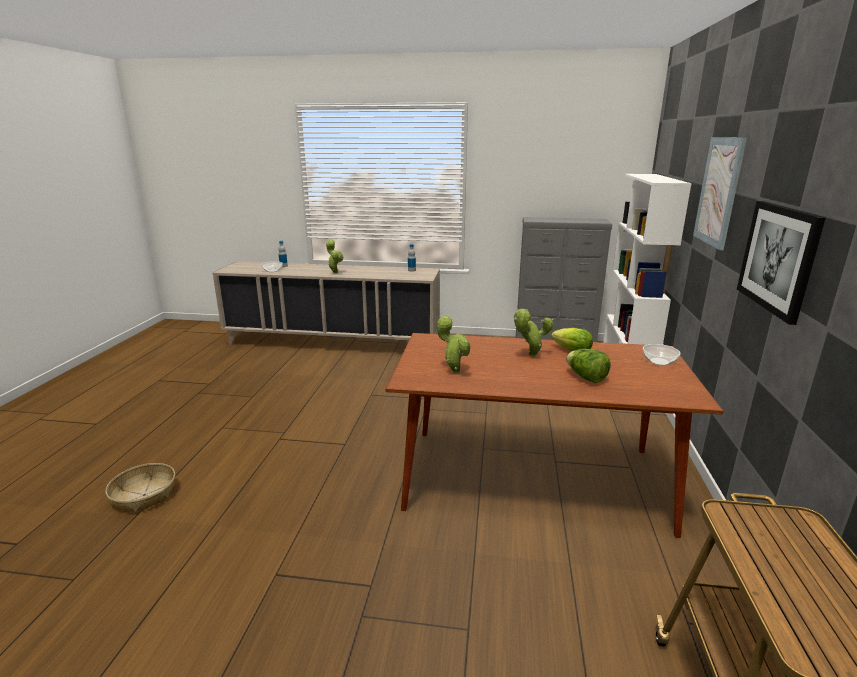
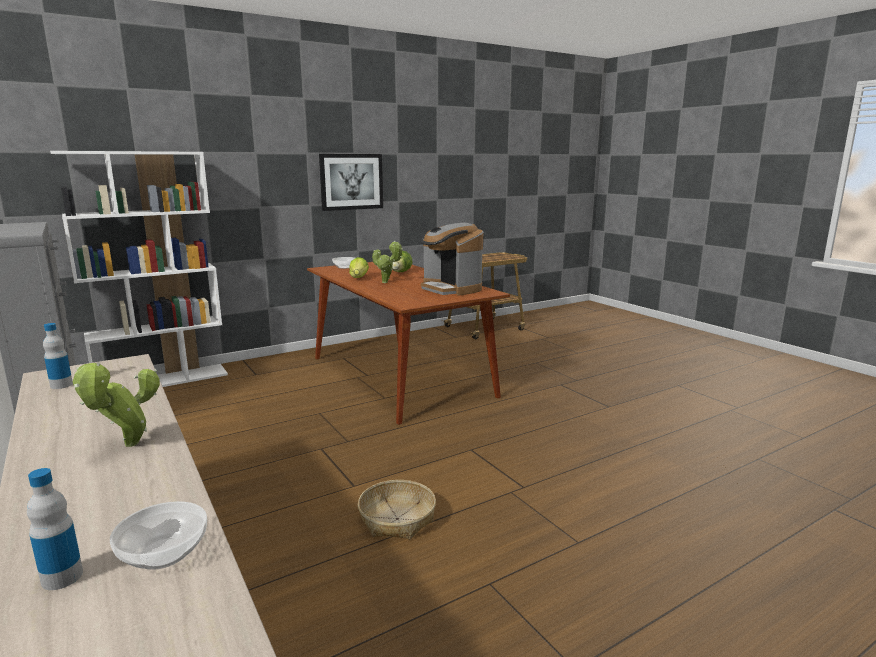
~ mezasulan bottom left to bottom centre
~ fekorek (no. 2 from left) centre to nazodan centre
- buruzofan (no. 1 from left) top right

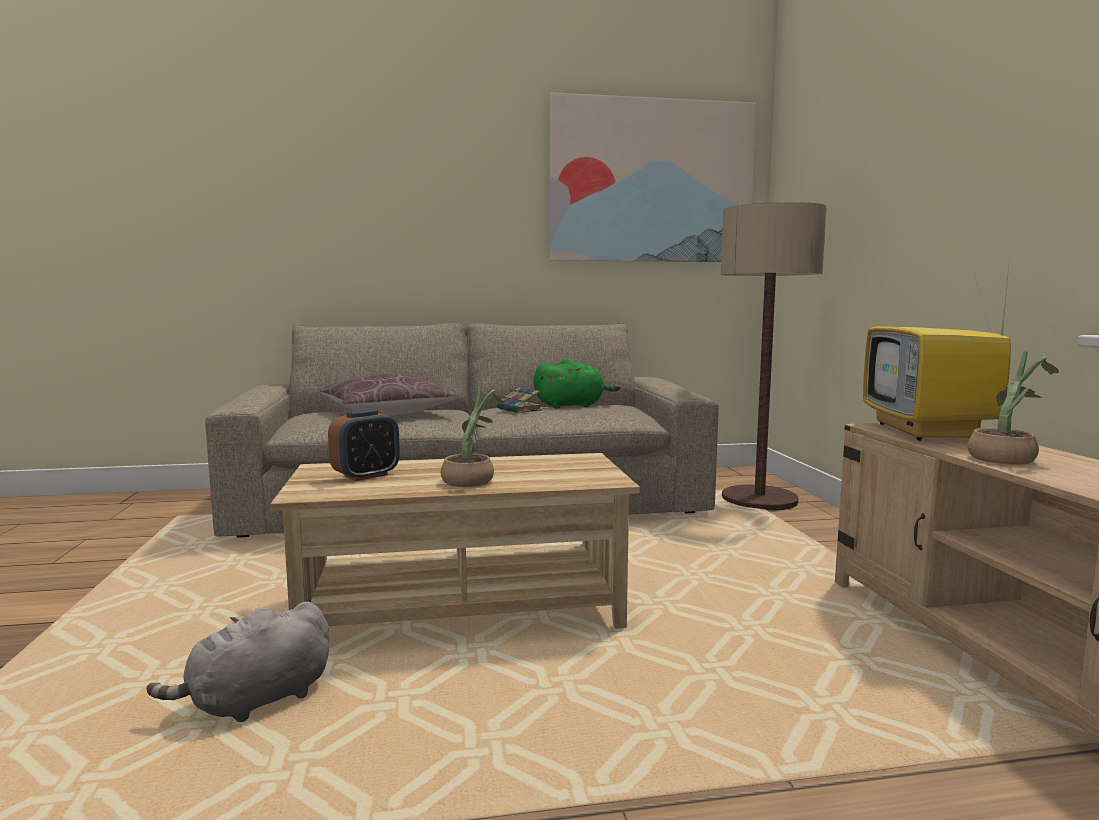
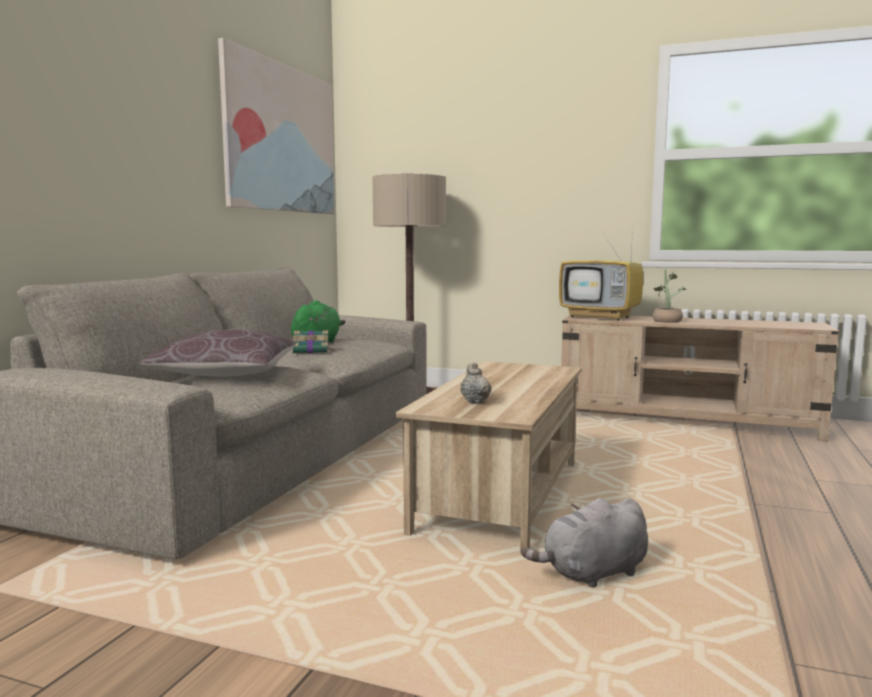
~ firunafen middle left to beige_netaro centre
~ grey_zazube bottom left = bottom right 75 degrees clockwise
- fekorek (no. 1 from left) centre

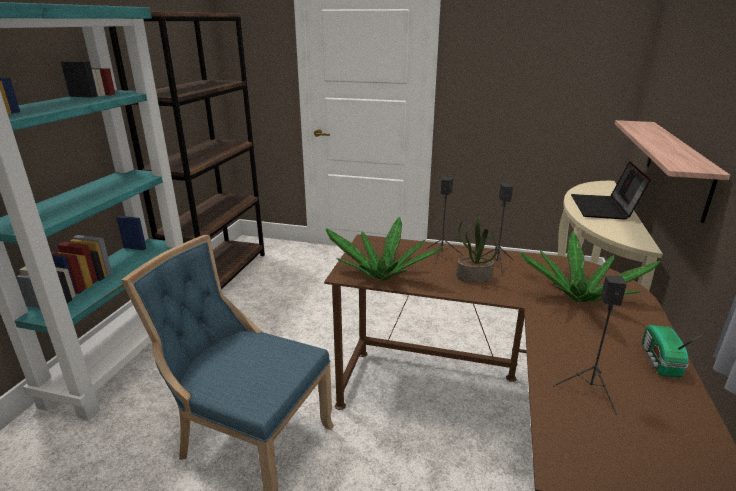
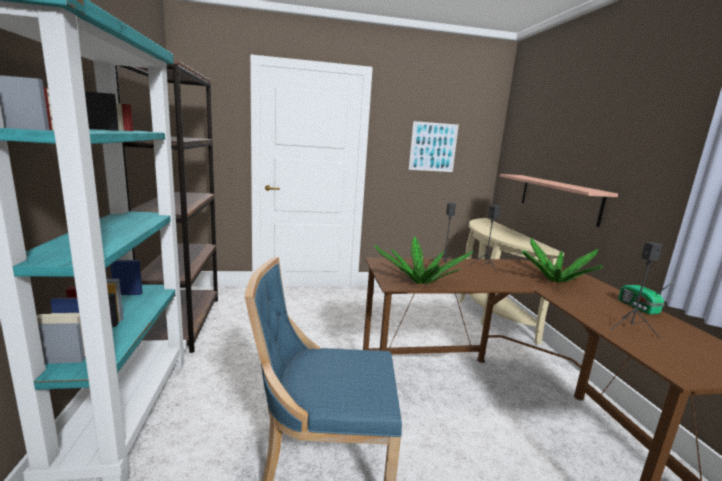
+ buruzofan top centre
- fekorek (no. 2 from left) centre
- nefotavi middle right

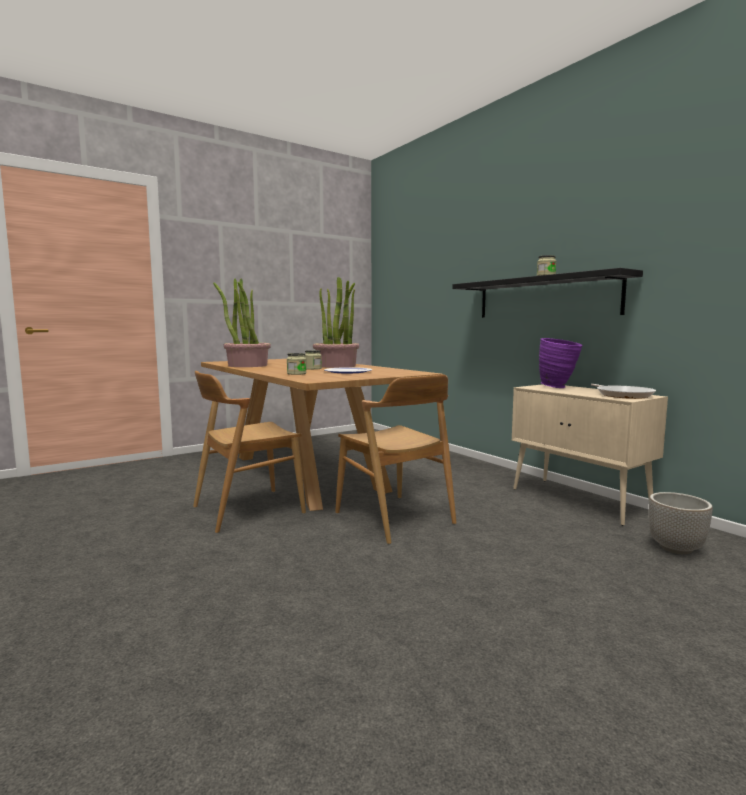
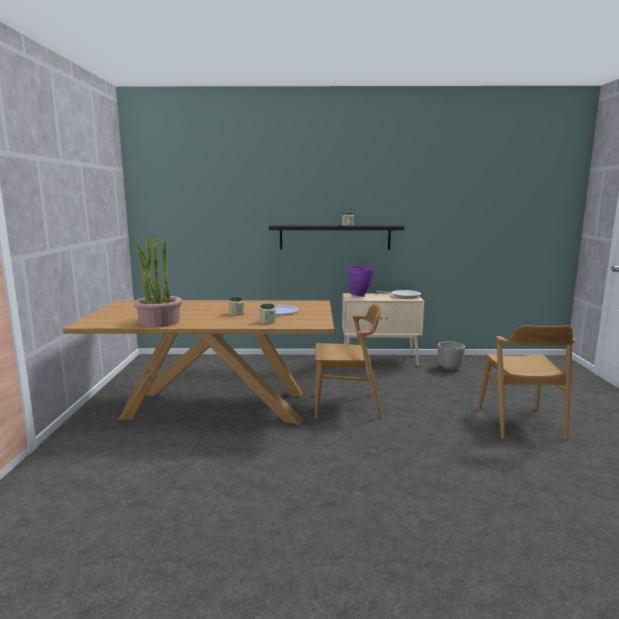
~ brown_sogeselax (no. 1 from left in the first image) centre to brown_sogeselax (no. 2 from left) middle right
- fekorek (no. 2 from left) centre

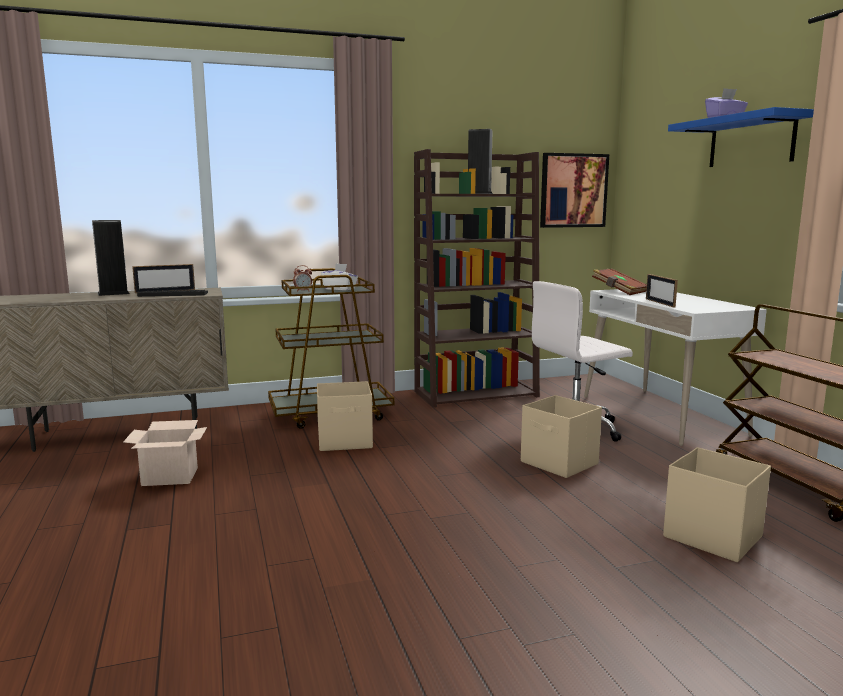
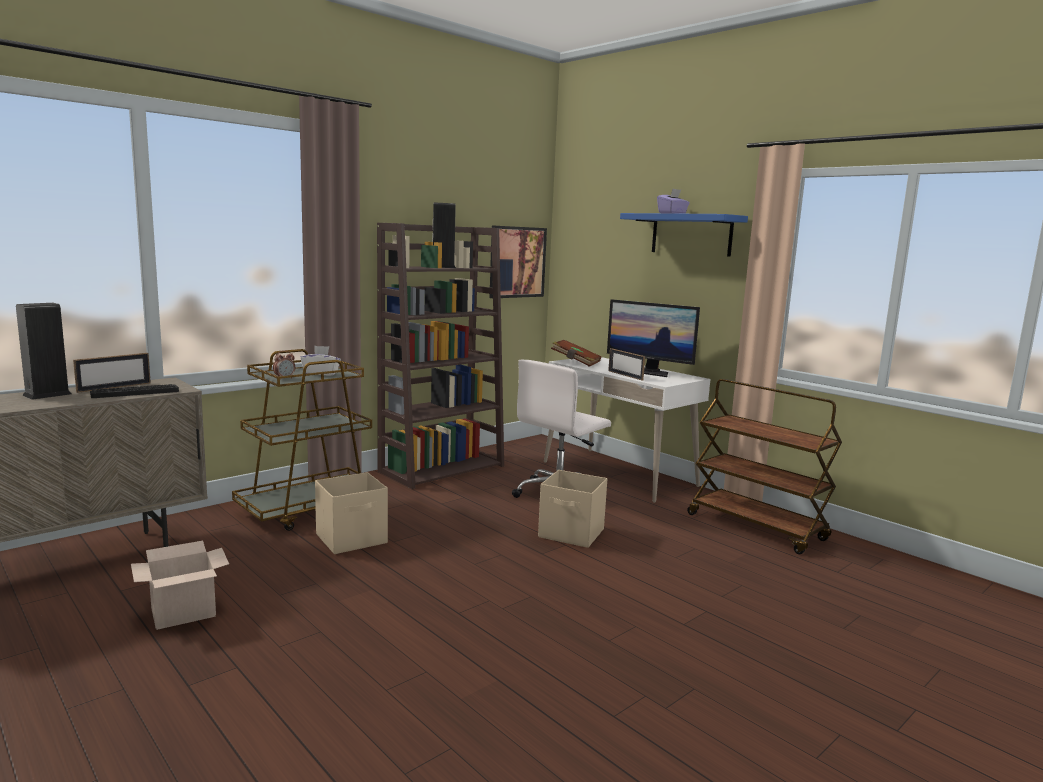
+ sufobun centre
- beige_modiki (no. 3 from left) bottom right

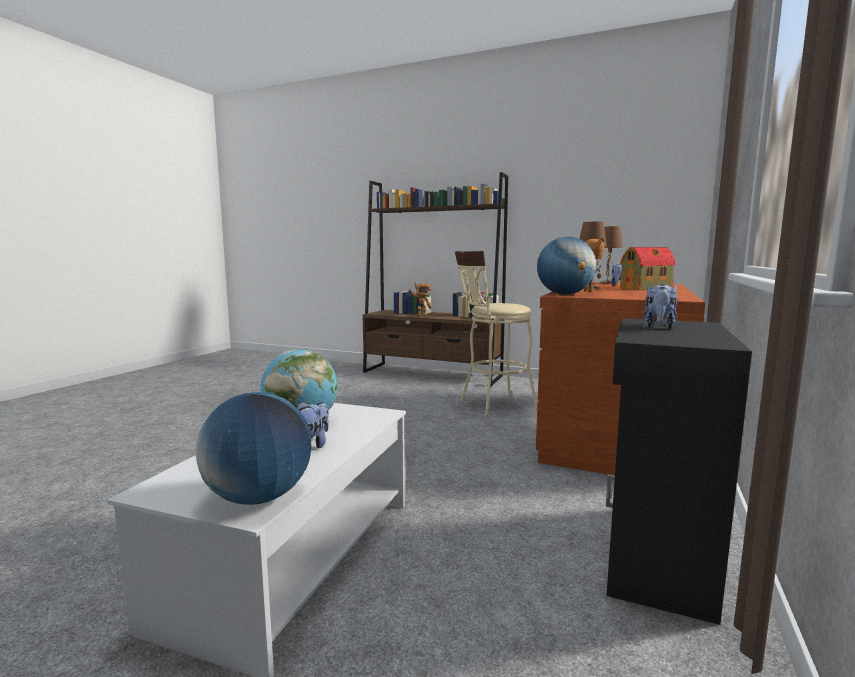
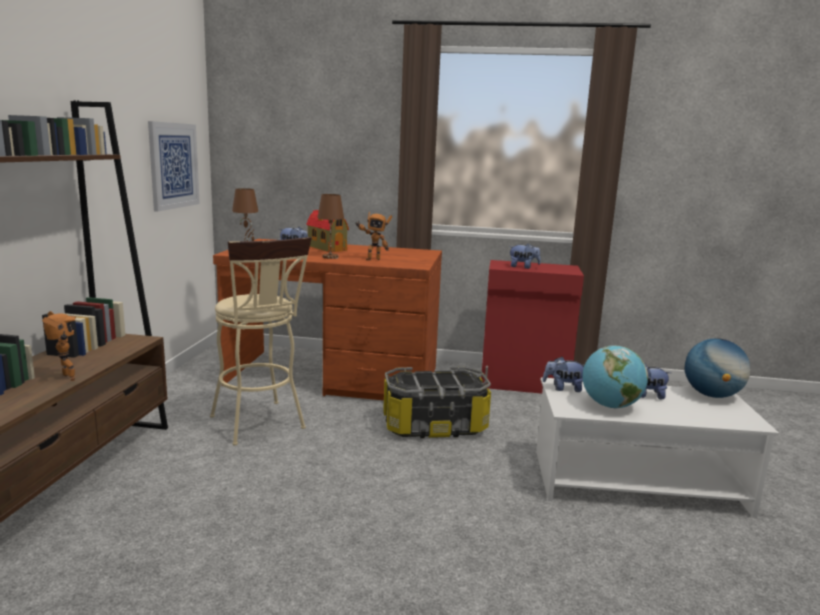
+ buruzofan top left
+ modiki centre
~ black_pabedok bottom right to red_pabedok centre
+ zazube (no. 3 from left) middle right
- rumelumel (no. 3 from left) centre

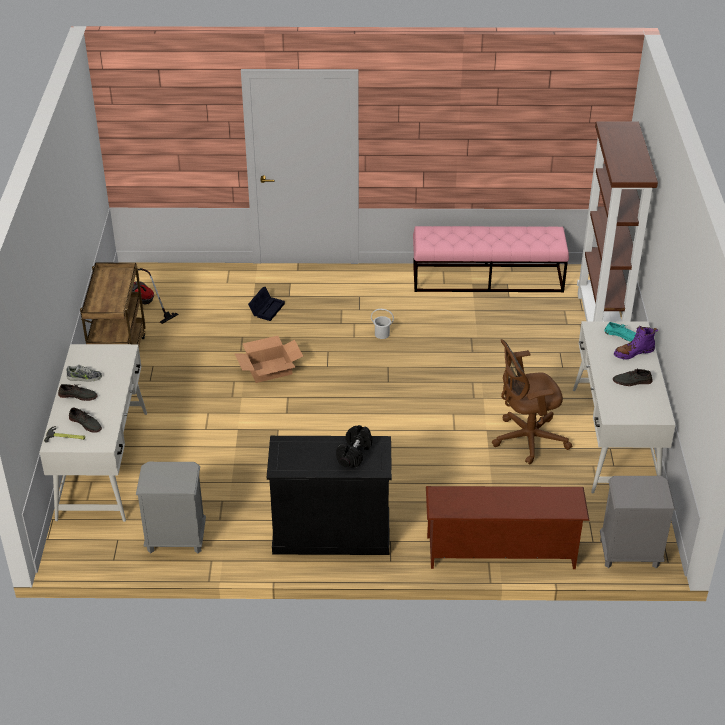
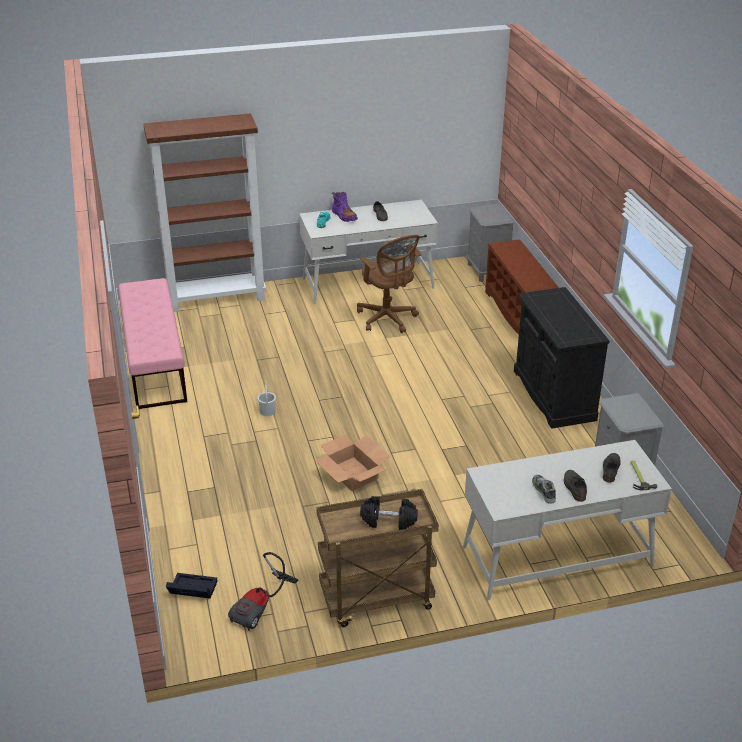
~ black_modiki centre to bottom left
~ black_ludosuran centre to bottom centre

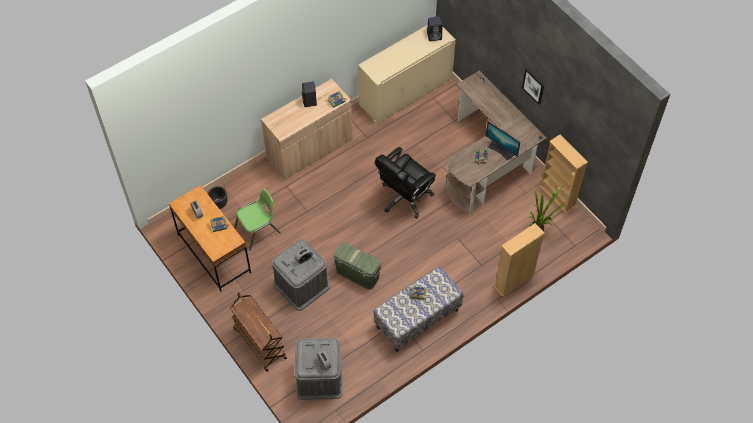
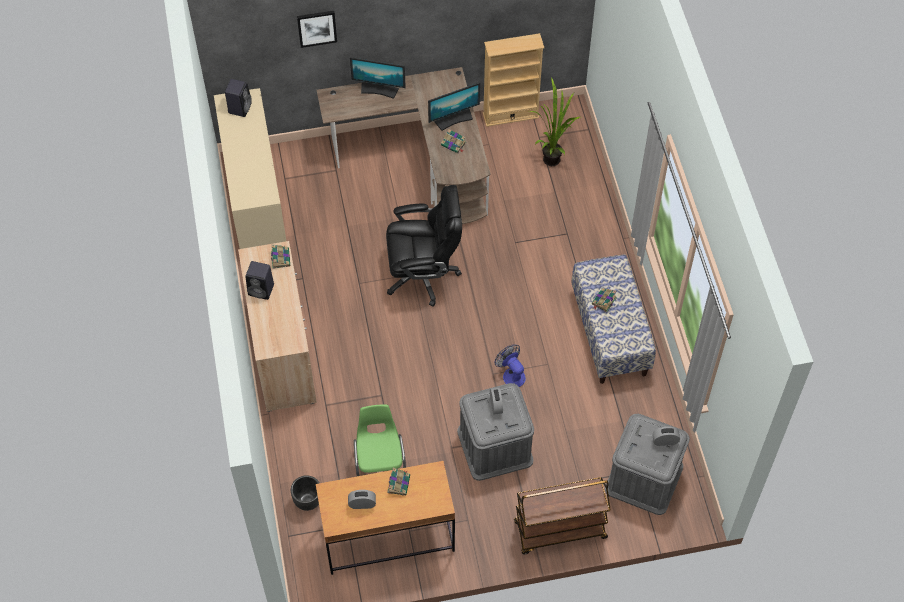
~ buruzofan top right to top centre
+ sufobun (no. 1 from left) top centre
~ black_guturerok centre = centre 75 degrees counterclockwise
~ green_modiki centre to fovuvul centre
- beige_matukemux (no. 1 from left) middle right

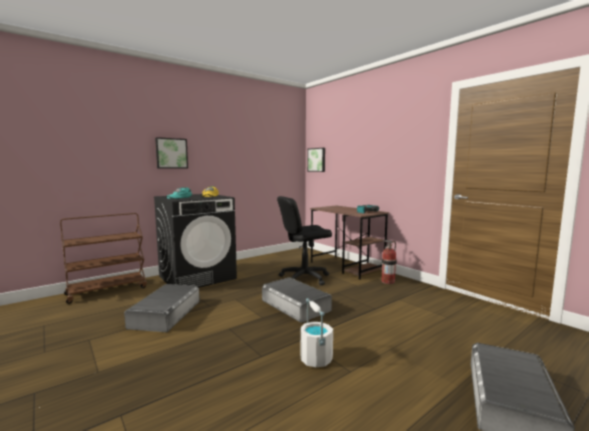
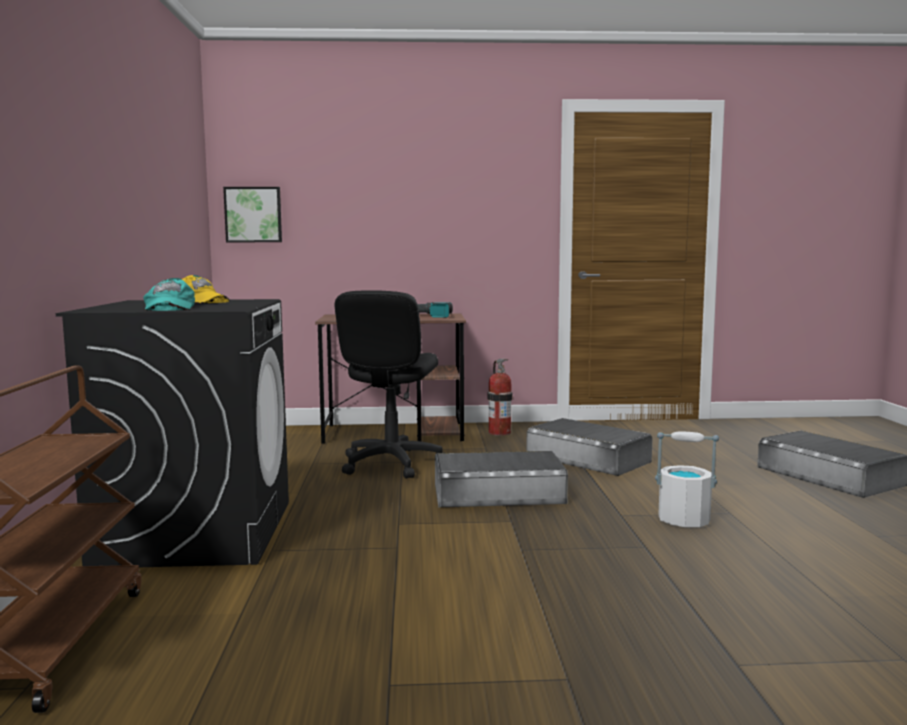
~ grey_modiki (no. 1 from left in the first image) bottom left to grey_modiki (no. 2 from left) centre
- buruzofan (no. 1 from left) middle left

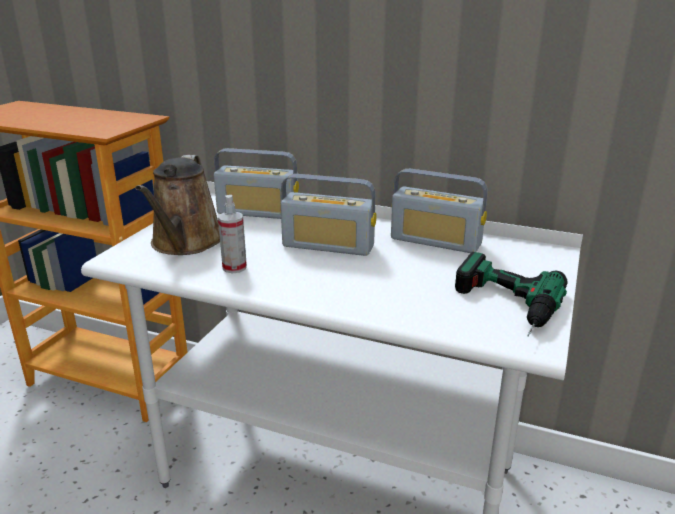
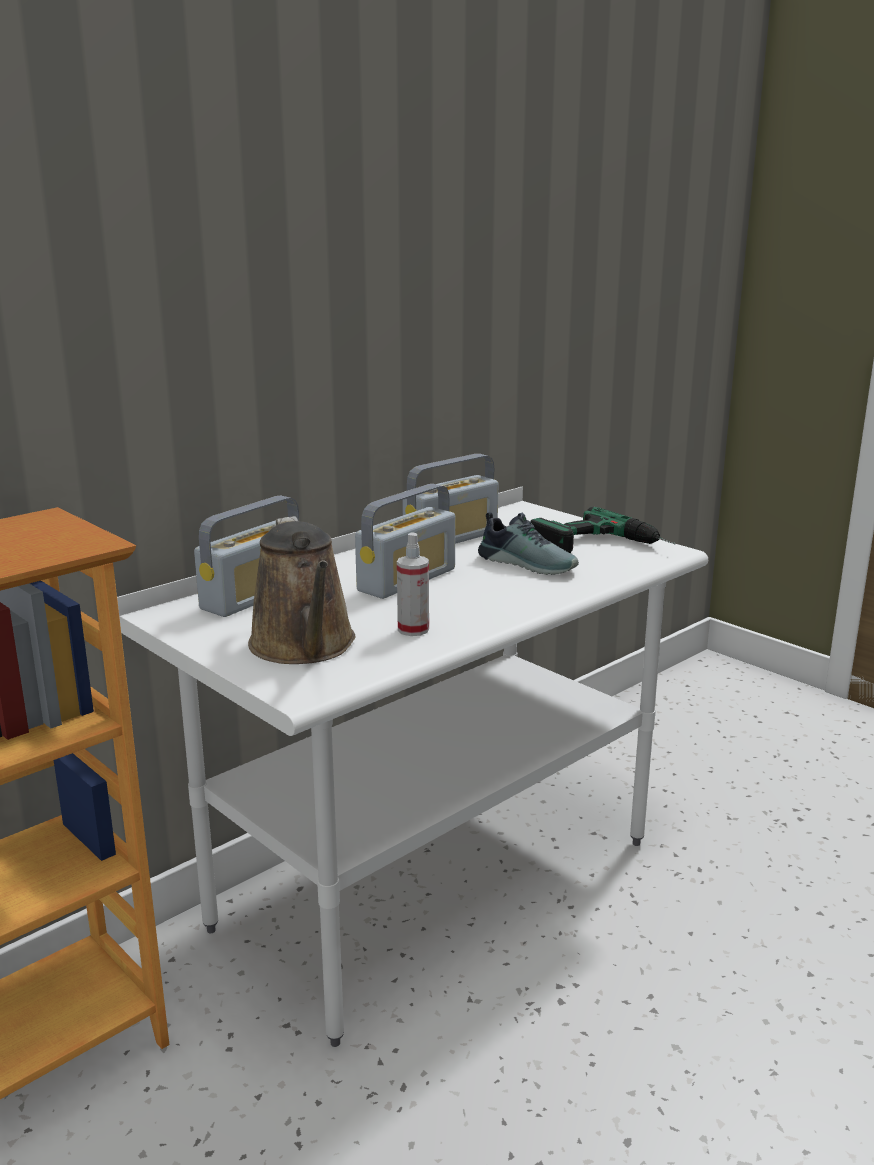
~ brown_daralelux middle left = centre 45 degrees clockwise
+ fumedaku centre

